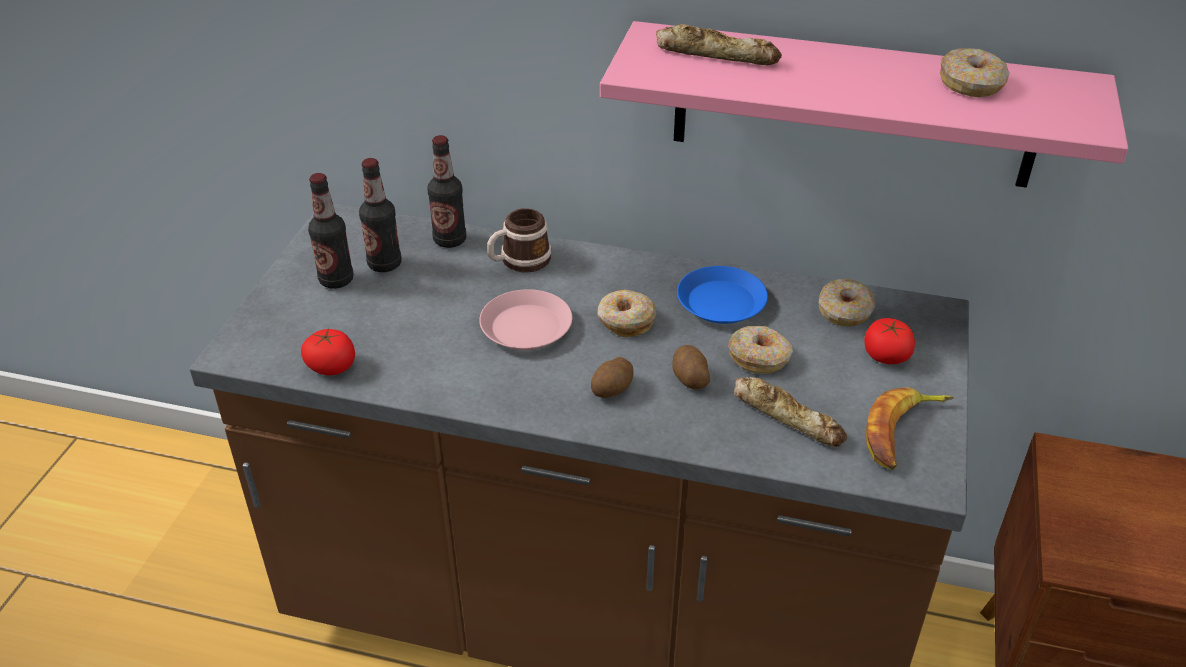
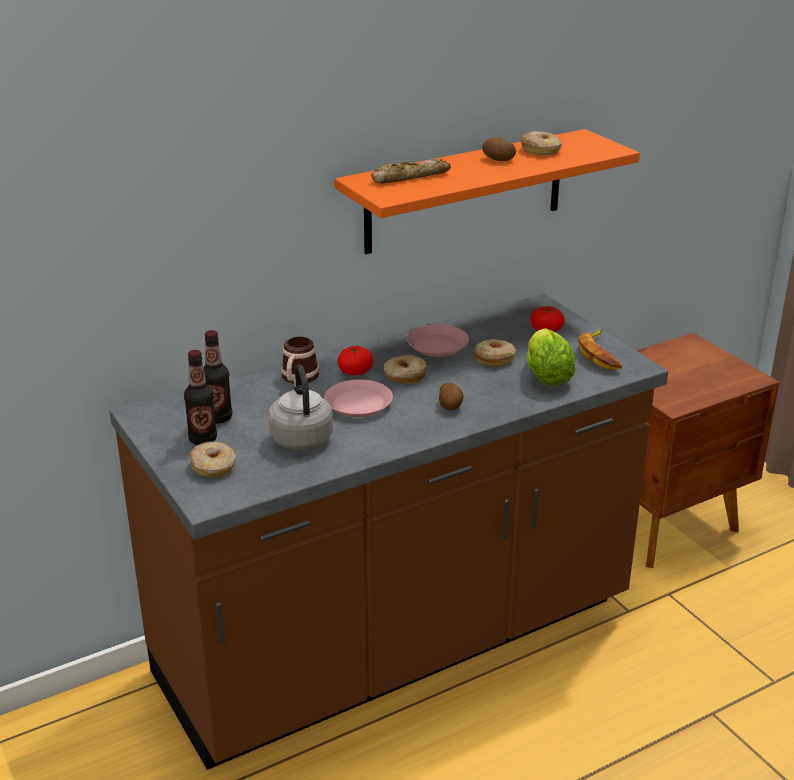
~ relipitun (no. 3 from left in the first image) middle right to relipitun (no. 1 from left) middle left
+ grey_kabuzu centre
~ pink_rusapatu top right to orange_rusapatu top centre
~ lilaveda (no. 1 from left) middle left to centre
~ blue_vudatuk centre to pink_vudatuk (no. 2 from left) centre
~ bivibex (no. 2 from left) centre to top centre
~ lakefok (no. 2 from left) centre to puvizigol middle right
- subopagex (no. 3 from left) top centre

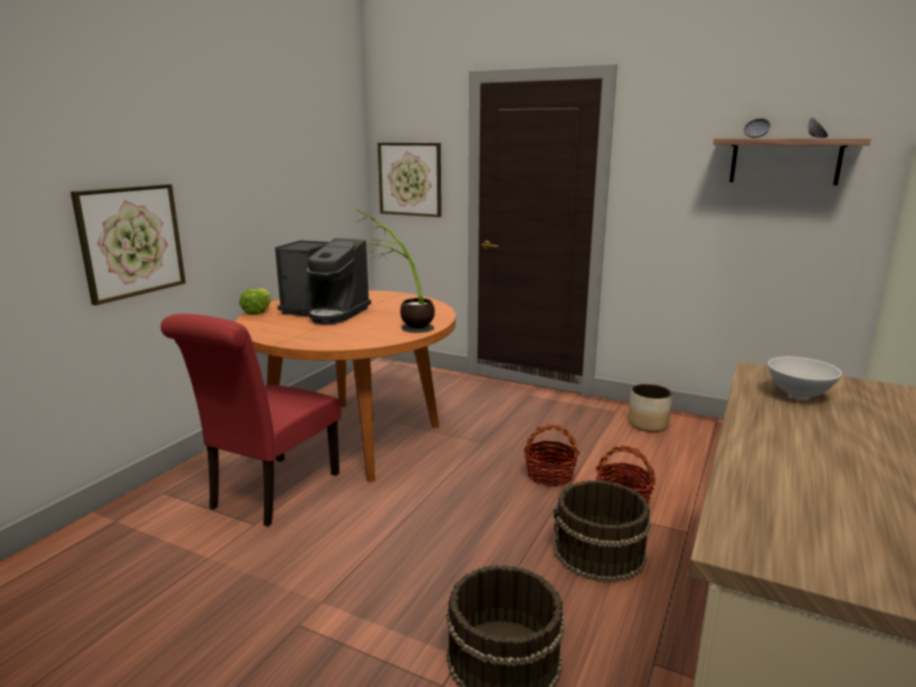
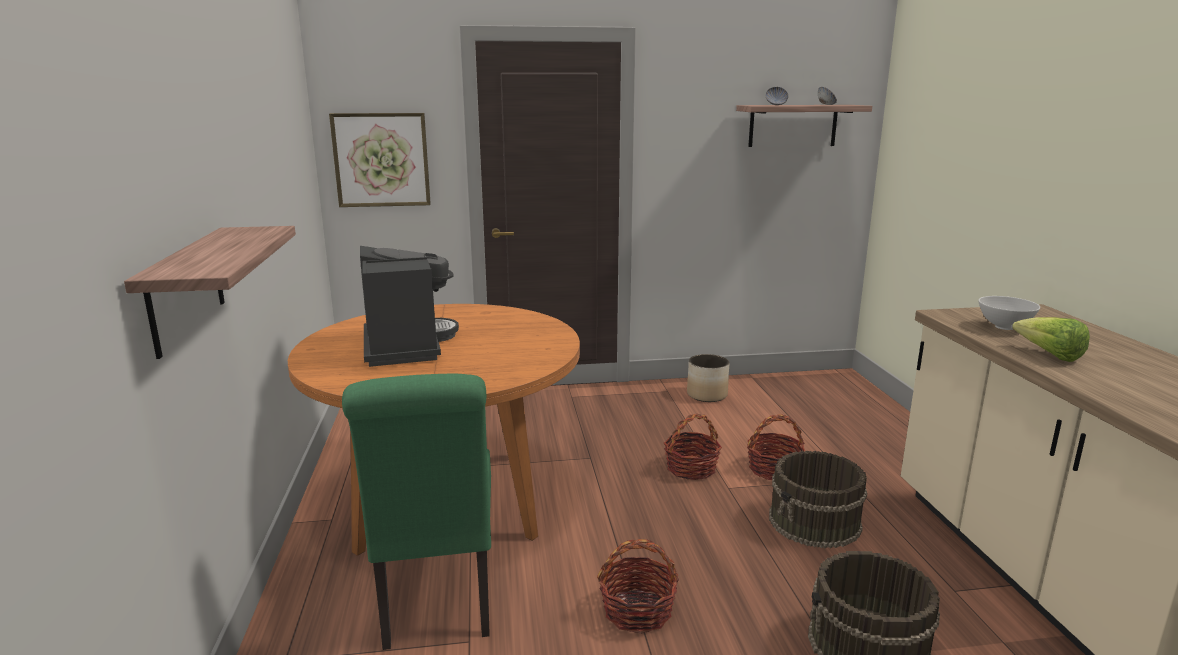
~ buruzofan (no. 1 from left) middle left to rusapatu (no. 1 from left) middle left
~ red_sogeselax middle left to green_sogeselax bottom centre
~ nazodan centre = centre 90 degrees counterclockwise
+ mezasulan (no. 1 from left) bottom centre
~ puvizigol middle left to middle right
- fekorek centre

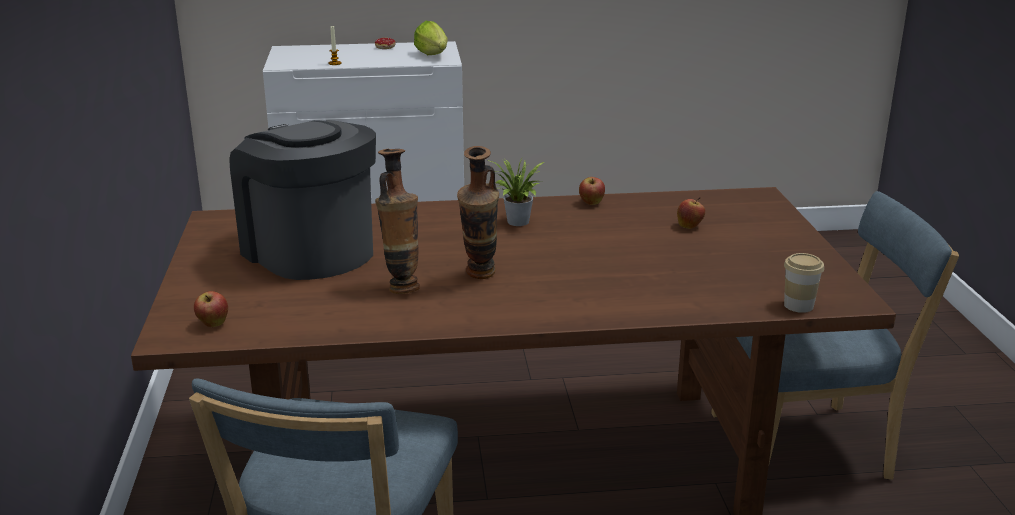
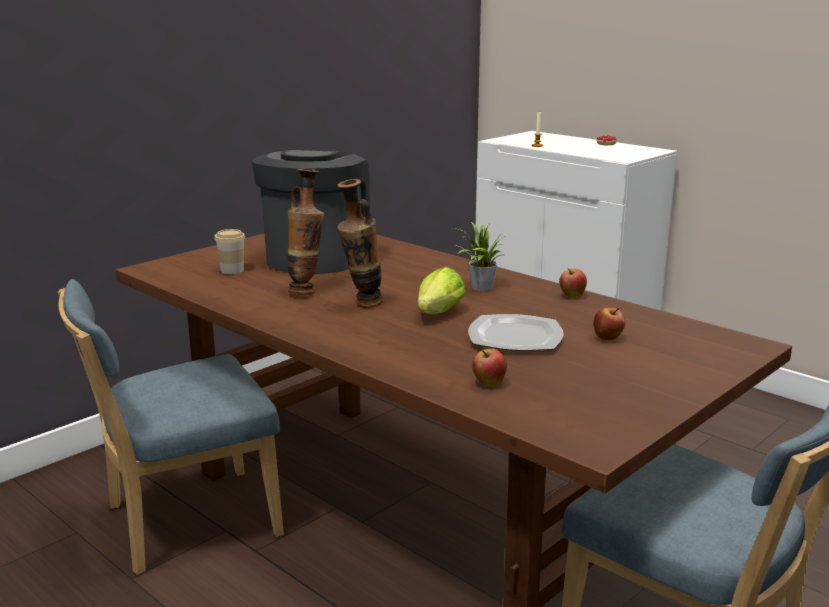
~ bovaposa middle right to middle left
~ puvizigol top centre to centre
+ vudatuk centre
~ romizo (no. 1 from left) middle left to centre

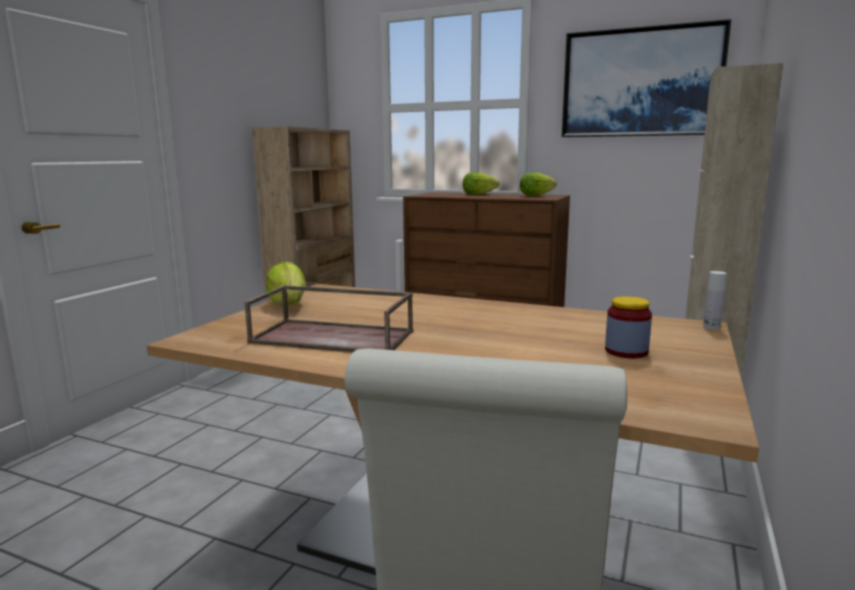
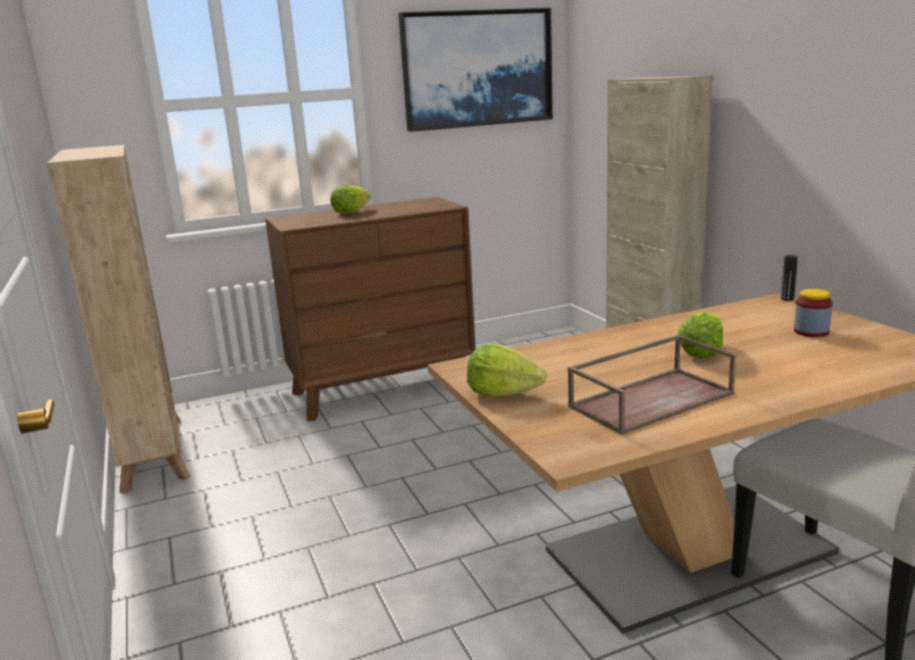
~ puvizigol (no. 3 from left) top centre to middle right
~ white_subopagex middle right to black_subopagex middle right

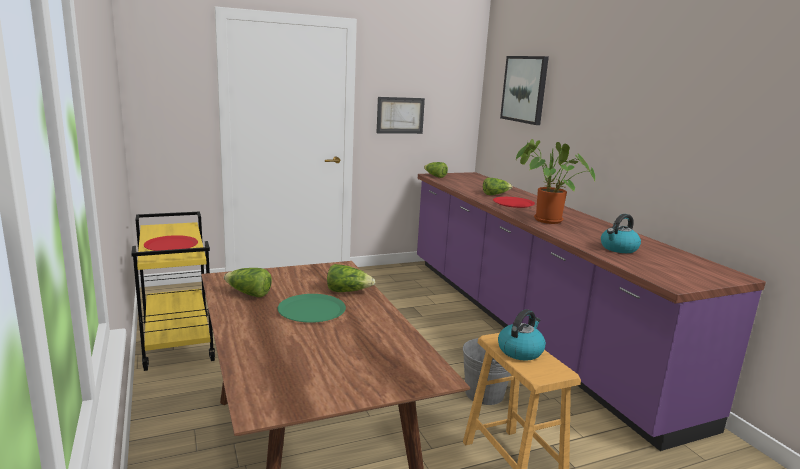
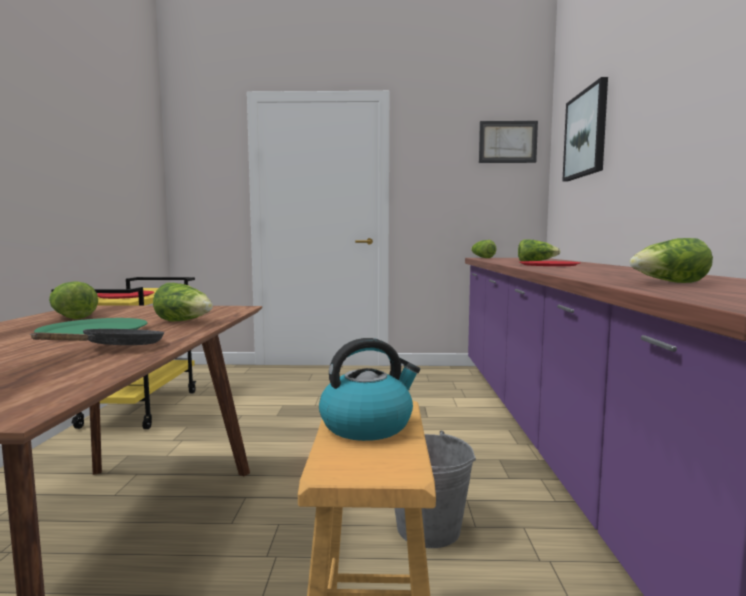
+ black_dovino middle left
~ buruzofan (no. 1 from left) top centre to top right
~ kabuzu (no. 2 from left) middle right to puvizigol (no. 5 from left) middle right
- fekorek middle right

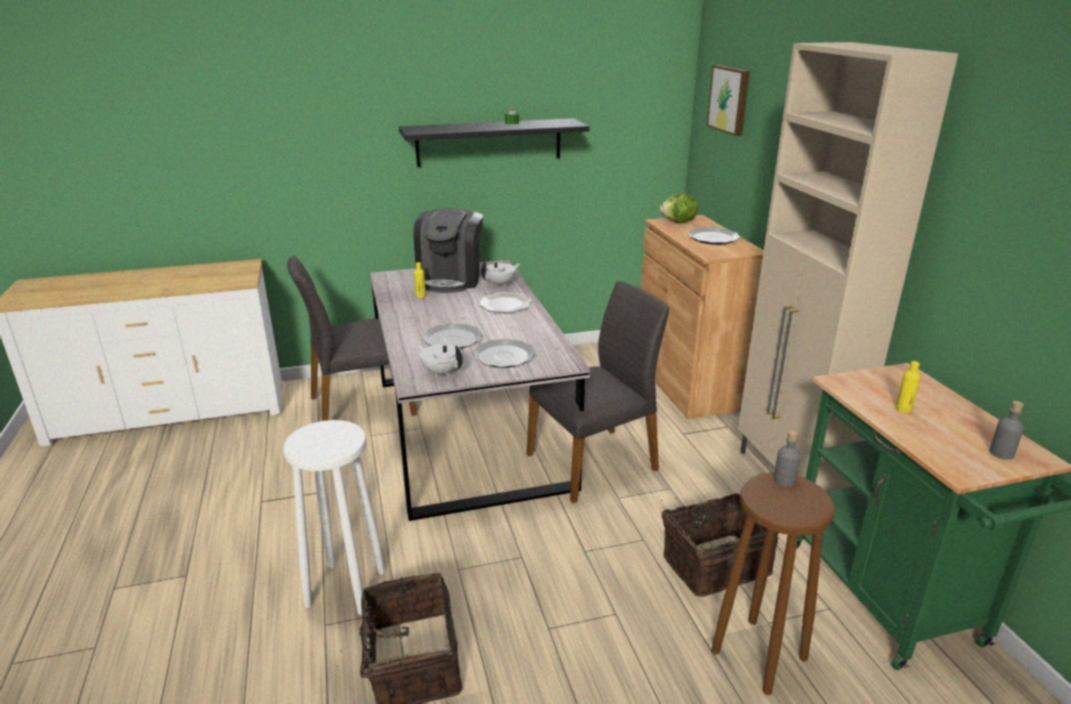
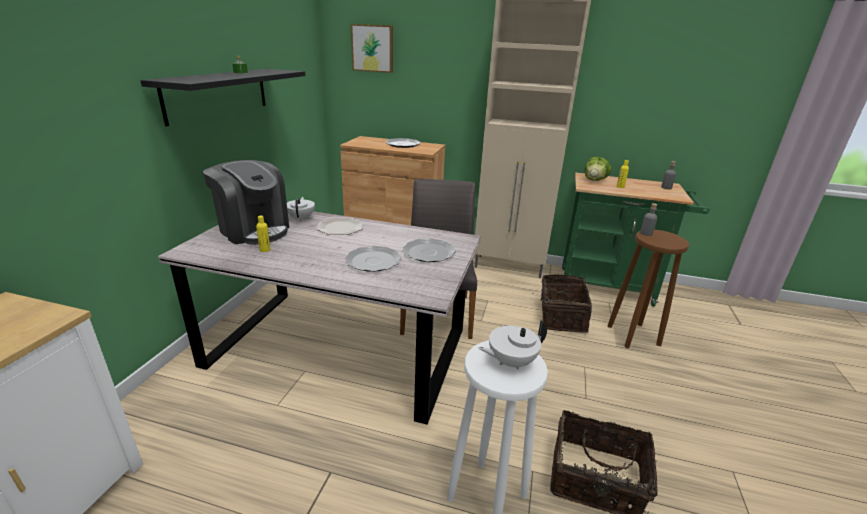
~ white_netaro (no. 1 from left in the first image) centre to white_netaro (no. 2 from left) bottom centre
~ puvizigol top centre to top right
- grey_sogeselax (no. 1 from left) middle left

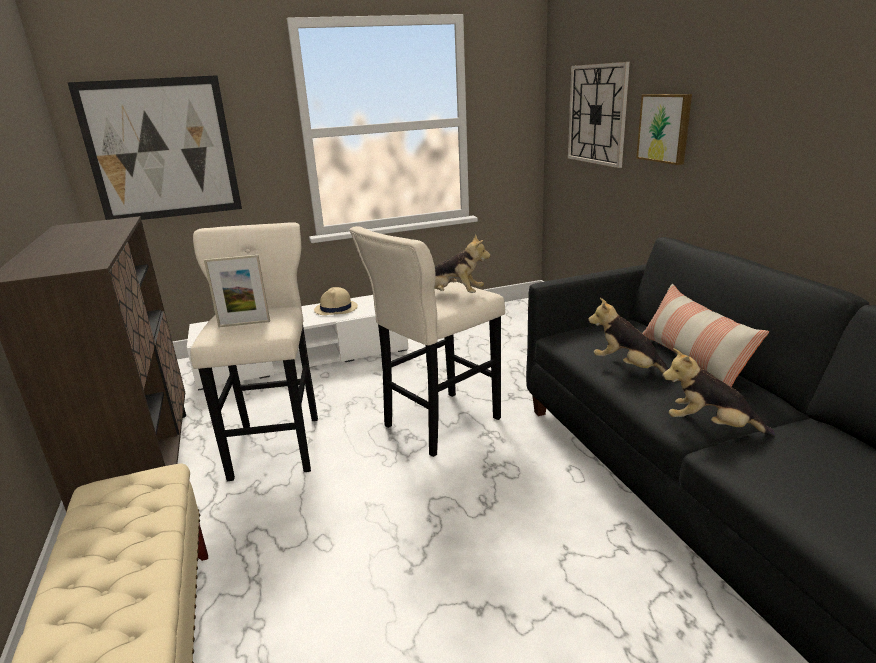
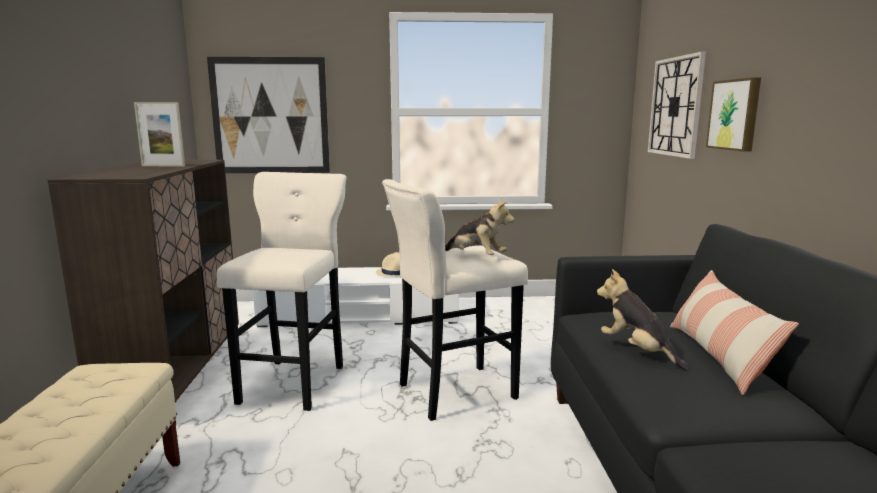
~ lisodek middle left to top left
- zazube (no. 3 from left) middle right

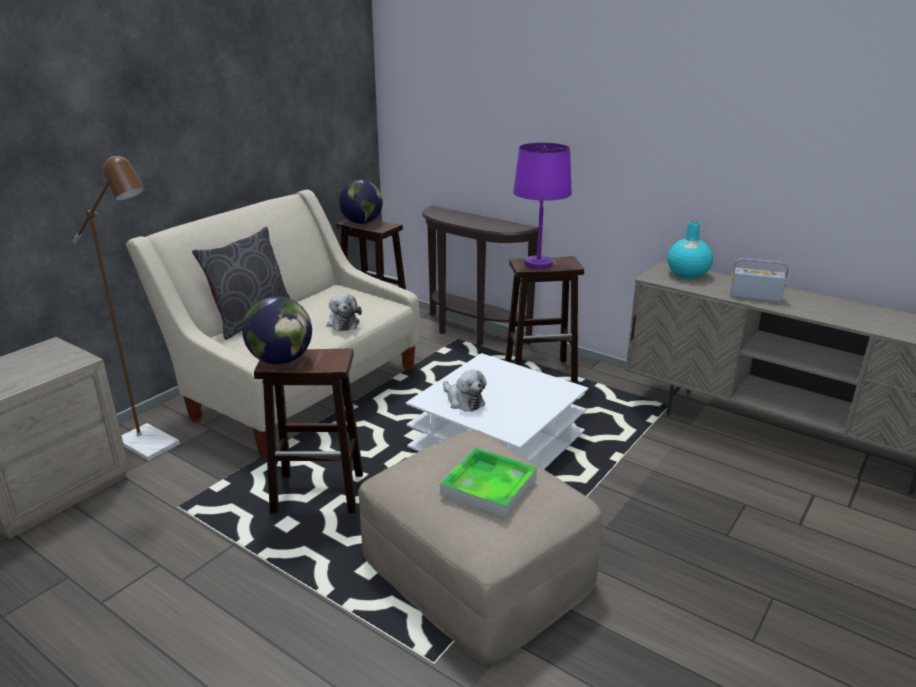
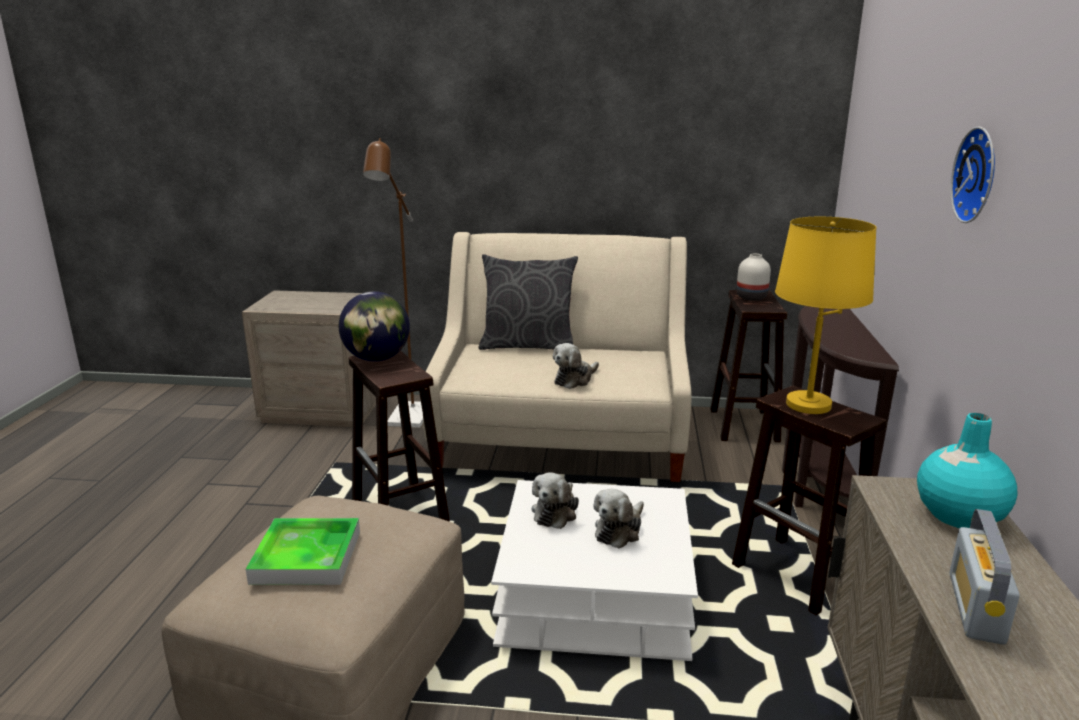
+ zazube (no. 3 from left) bottom centre
~ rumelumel (no. 2 from left) top centre to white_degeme middle right
~ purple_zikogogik top centre to yellow_zikogogik middle right
+ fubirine top right
~ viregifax middle right = bottom right 150 degrees counterclockwise

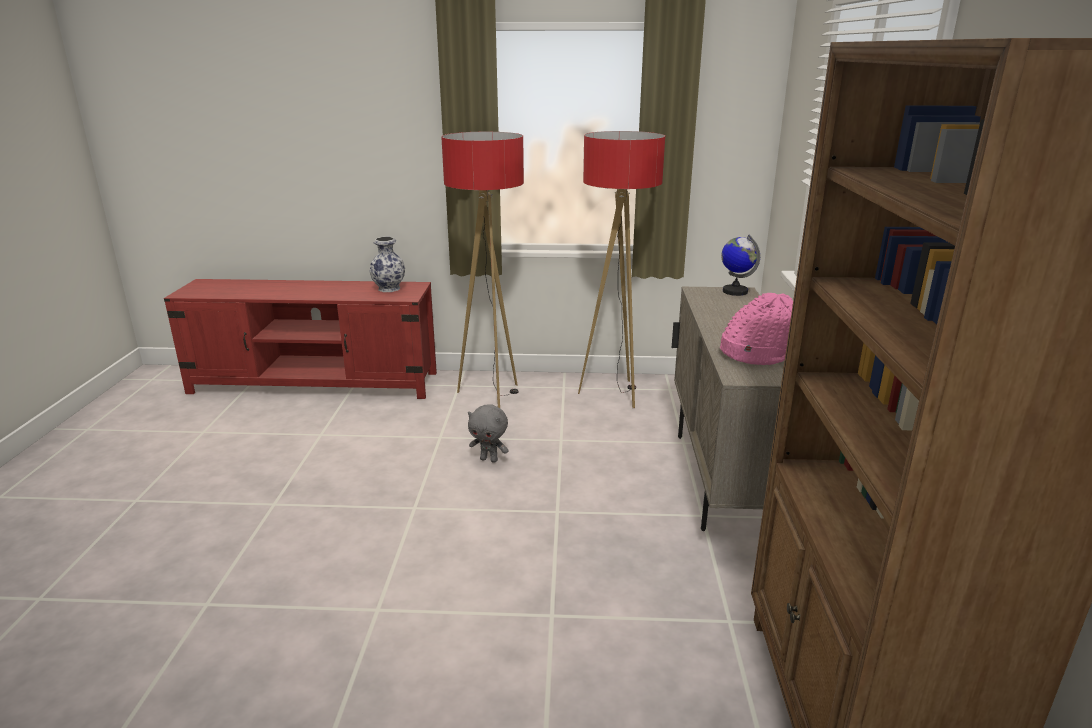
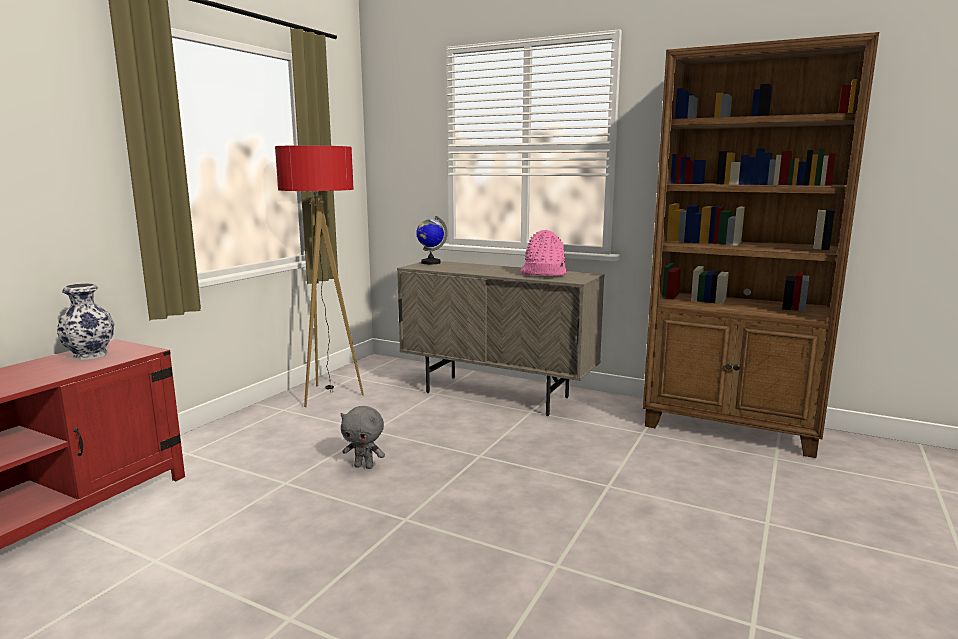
~ grey_zazube centre = bottom centre 60 degrees clockwise
- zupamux (no. 1 from left) centre

